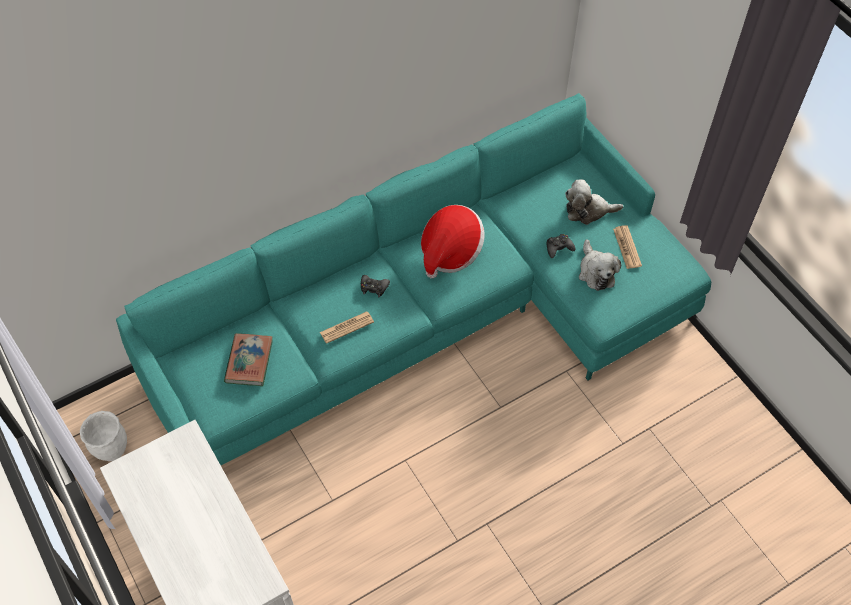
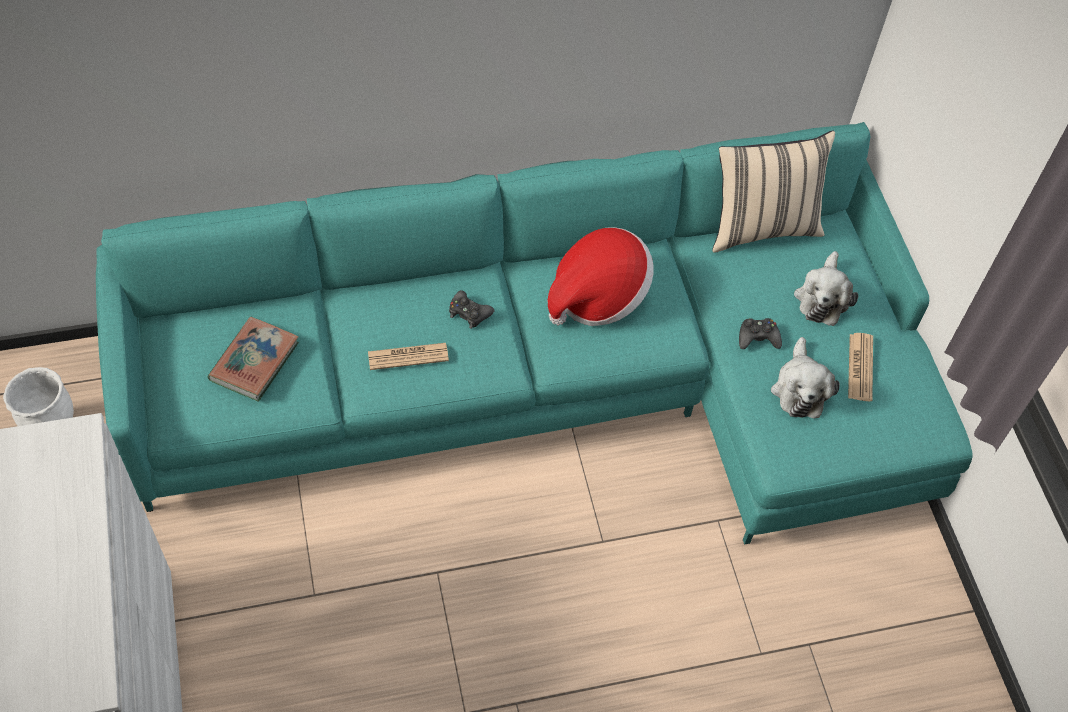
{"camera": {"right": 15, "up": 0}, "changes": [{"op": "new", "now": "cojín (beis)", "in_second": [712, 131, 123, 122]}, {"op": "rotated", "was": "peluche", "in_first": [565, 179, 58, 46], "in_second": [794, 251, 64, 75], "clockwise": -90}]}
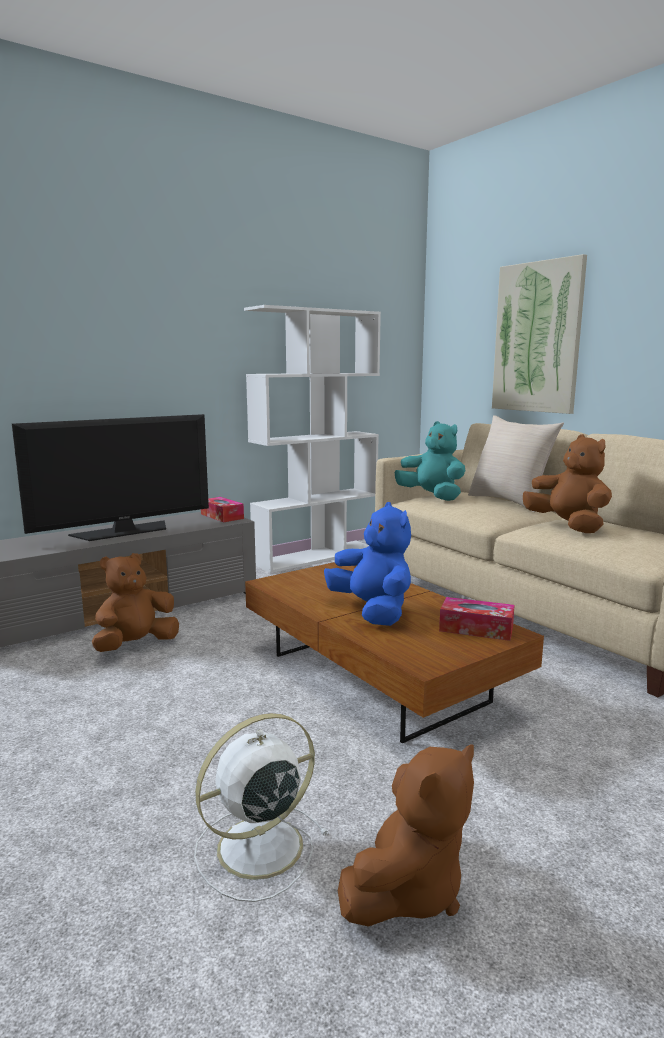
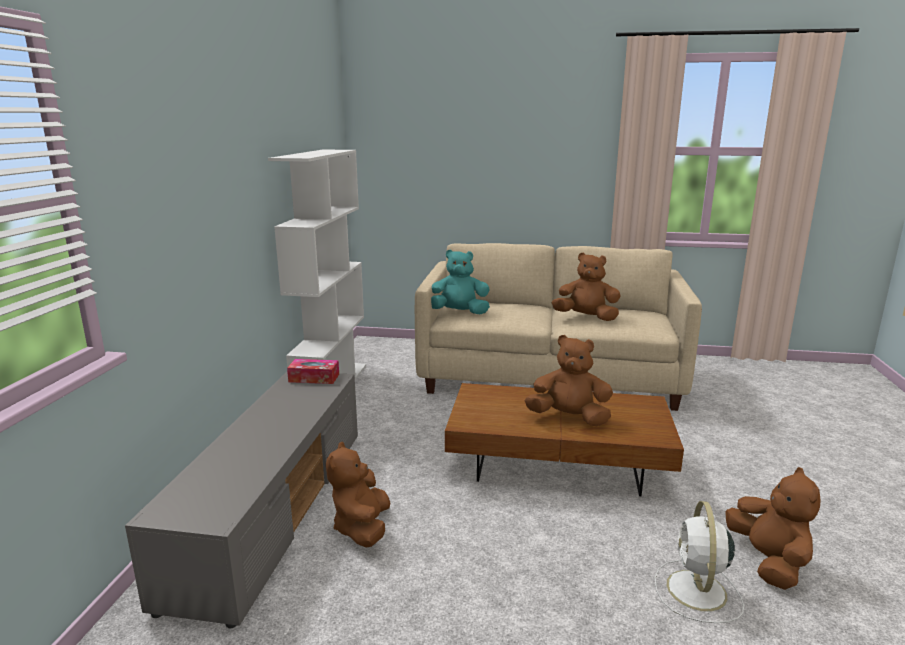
{"camera": {"right": -45, "up": 5}, "changes": [{"op": "gone", "was": "televisor", "in_first": [12, 414, 197, 127]}, {"op": "gone", "was": "caja de pañuelos", "in_first": [439, 597, 76, 44]}, {"op": "gone", "was": "cojín (beis)", "in_first": [468, 415, 96, 97]}, {"op": "gone", "was": "cuadro", "in_first": [492, 254, 95, 160]}, {"op": "repainted", "was": "peluche (azul)", "now": "peluche (marrón)", "in_first": [324, 502, 87, 124], "in_second": [525, 335, 88, 91]}]}
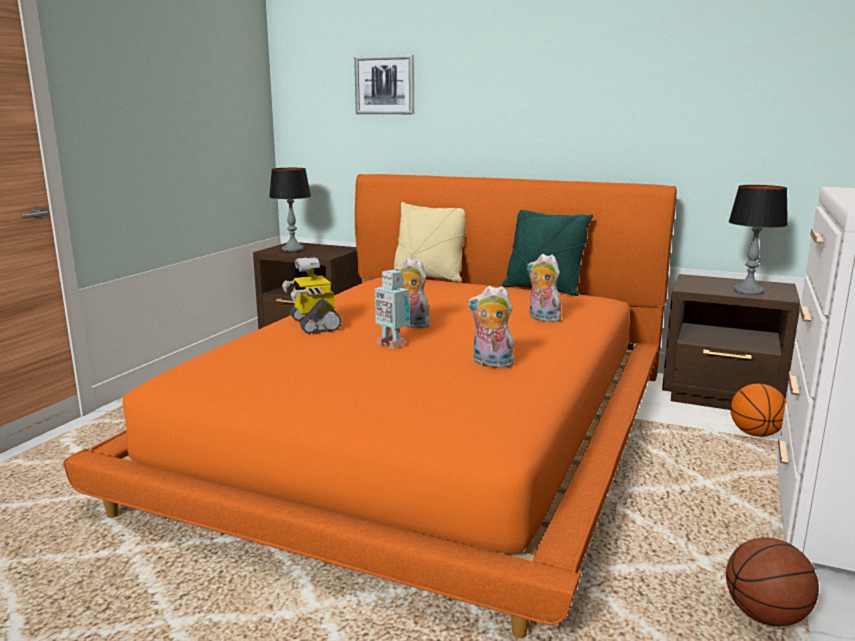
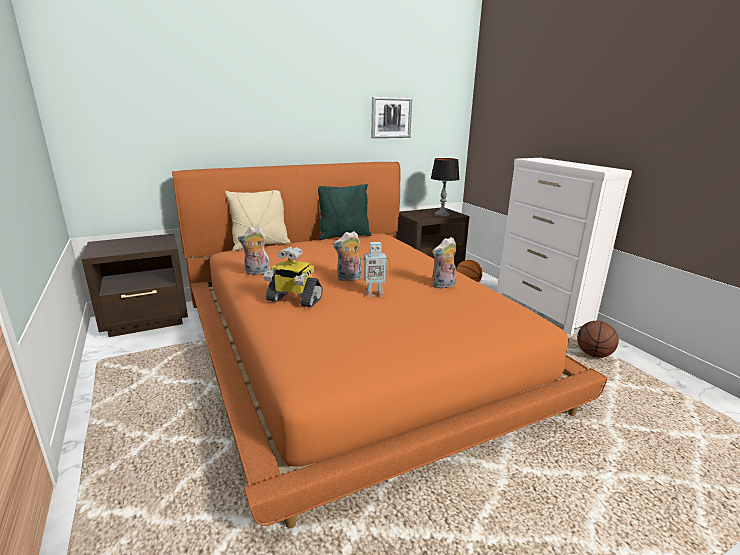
{"camera": {"right": -50, "up": 5}, "changes": [{"op": "gone", "was": "lámpara de mesa", "in_first": [269, 168, 42, 84]}, {"op": "shifted", "was": "cuadro", "in_first": [354, 55, 60, 59], "in_second": [371, 97, 41, 41]}, {"op": "shifted", "was": "peluche", "in_first": [527, 254, 34, 68], "in_second": [238, 226, 32, 50]}]}
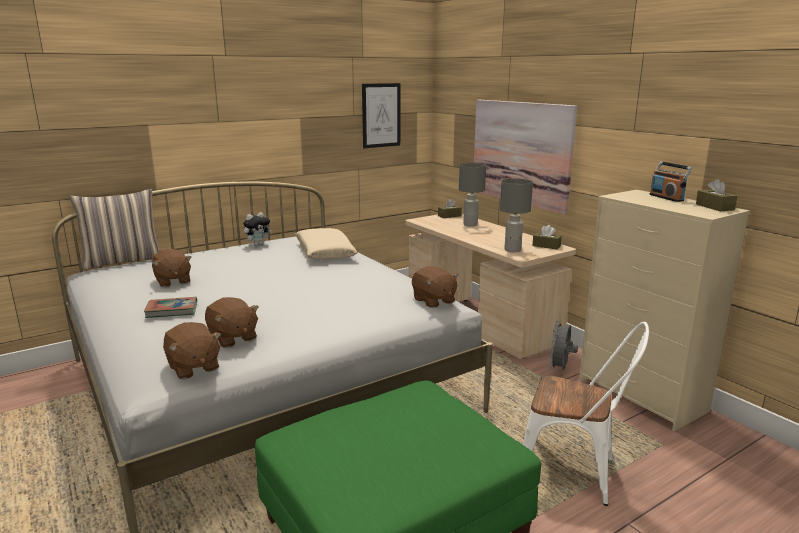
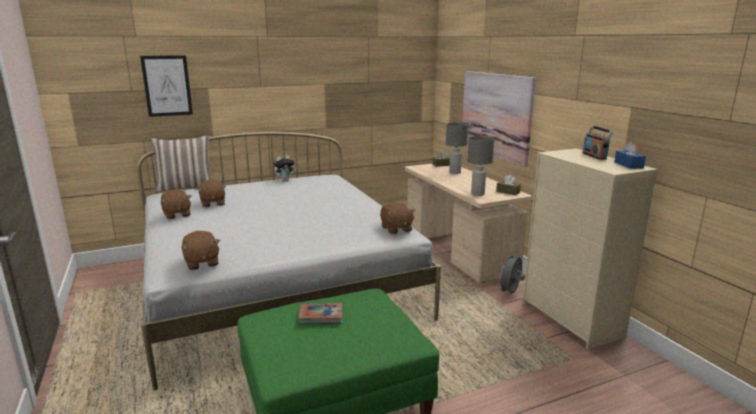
{"camera": {"right": 10, "up": 0}, "changes": [{"op": "gone", "was": "cojín (beis)", "in_first": [295, 228, 62, 32]}, {"op": "gone", "was": "silla (blanco)", "in_first": [523, 322, 126, 184]}, {"op": "shifted", "was": "libro", "in_first": [144, 297, 53, 21], "in_second": [298, 303, 45, 21]}, {"op": "shifted", "was": "peluche (marrón)", "in_first": [205, 297, 54, 51], "in_second": [161, 189, 30, 30]}, {"op": "shifted", "was": "cuadro", "in_first": [362, 83, 38, 65], "in_second": [140, 55, 53, 62]}, {"op": "repainted", "was": "caja de pañuelos (marrón)", "now": "caja de pañuelos (azul)", "in_first": [696, 179, 42, 32], "in_second": [614, 142, 32, 27]}]}
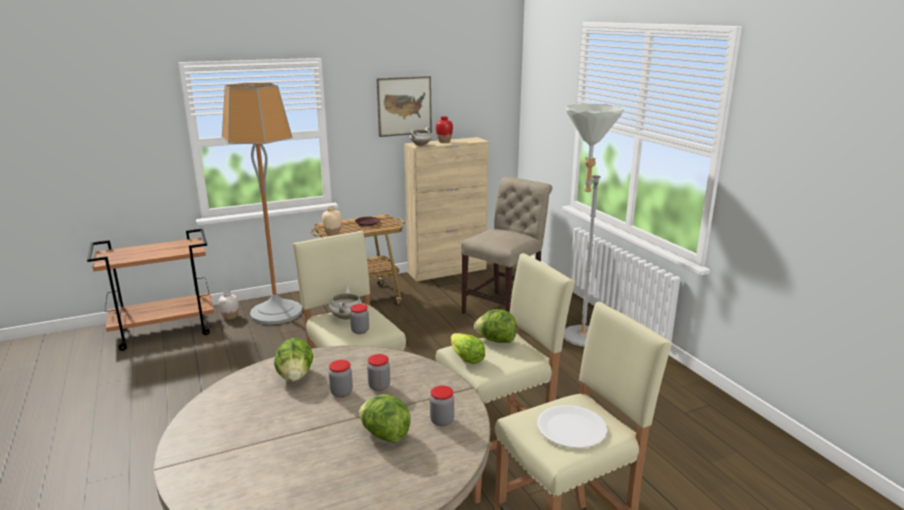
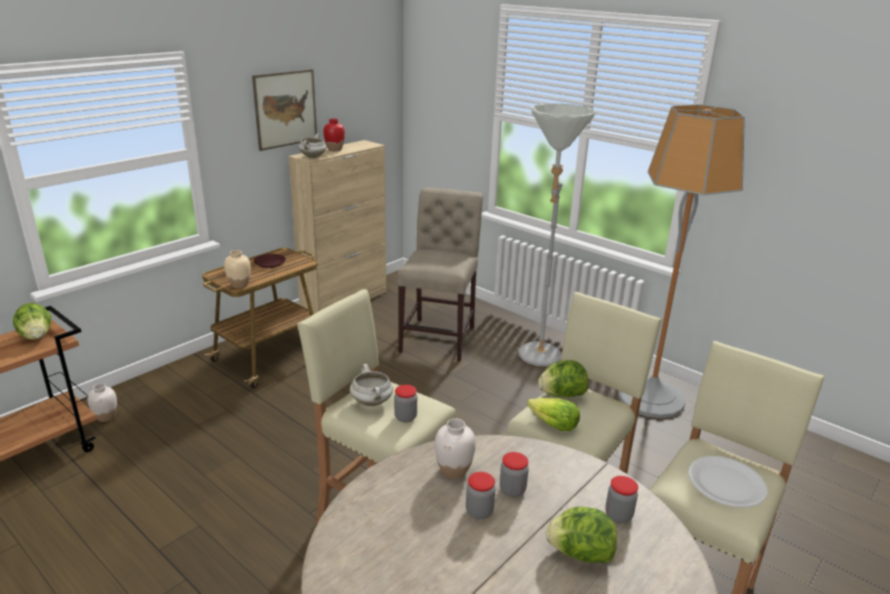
{"camera": {"right": -25, "up": 5}, "changes": [{"op": "new", "now": "florero (blanco)", "in_second": [435, 418, 41, 61]}, {"op": "shifted", "was": "lámpara de pie", "in_first": [222, 83, 80, 242], "in_second": [618, 104, 127, 314]}, {"op": "shifted", "was": "lechuga", "in_first": [274, 338, 39, 44], "in_second": [13, 303, 38, 37]}]}
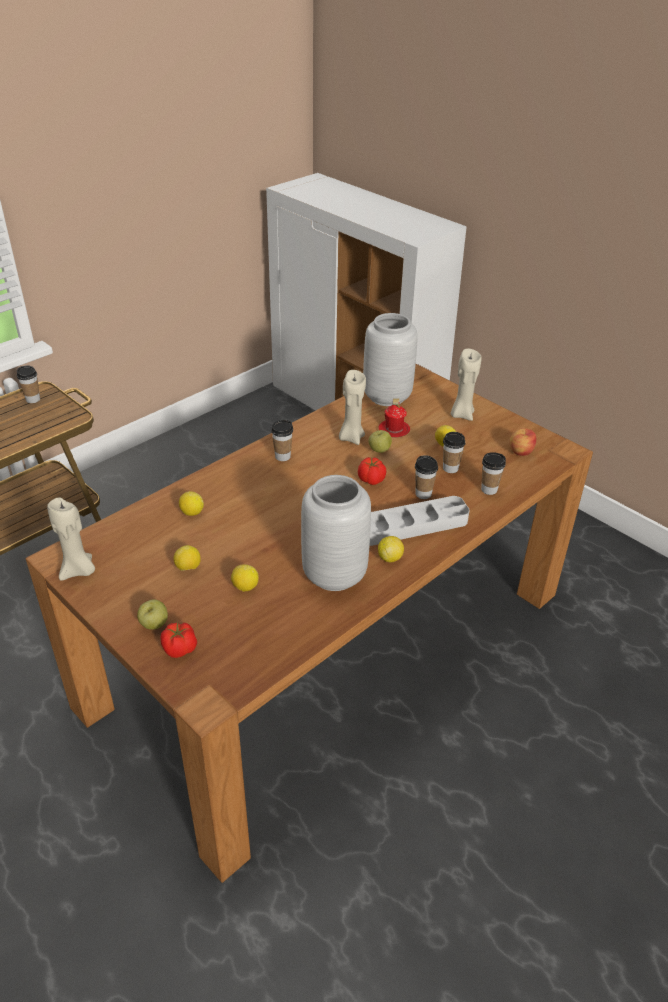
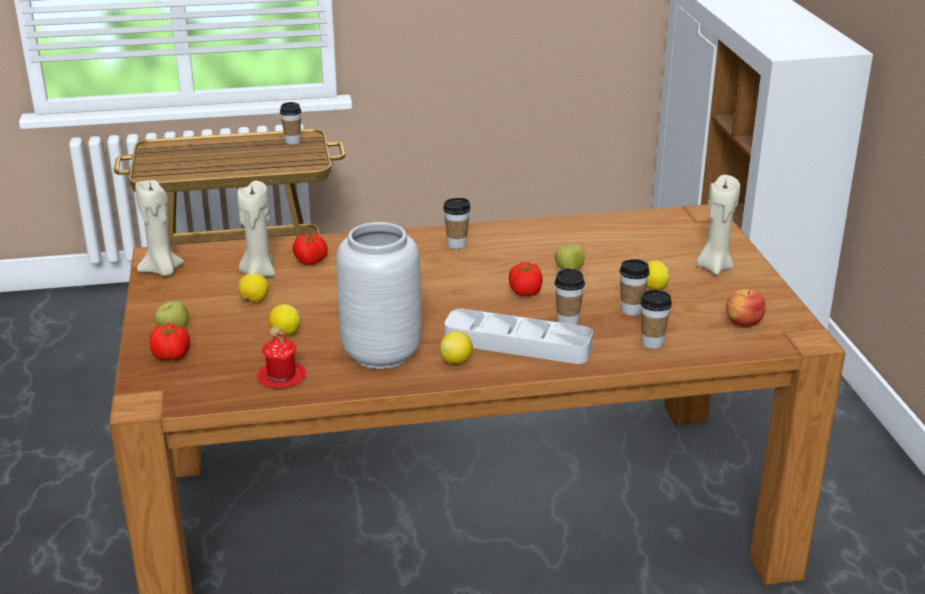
{"camera": {"right": 35, "up": -10}, "changes": [{"op": "gone", "was": "florero (gris)", "in_first": [363, 313, 55, 93]}, {"op": "shifted", "was": "vela (beis)", "in_first": [339, 370, 27, 75], "in_second": [237, 181, 39, 96]}, {"op": "shifted", "was": "taza grande (rojo)", "in_first": [379, 398, 31, 39], "in_second": [256, 327, 50, 61]}, {"op": "swapped", "was": "limón", "now": "tomate", "in_first": [179, 491, 25, 25], "in_second": [293, 233, 34, 32]}]}
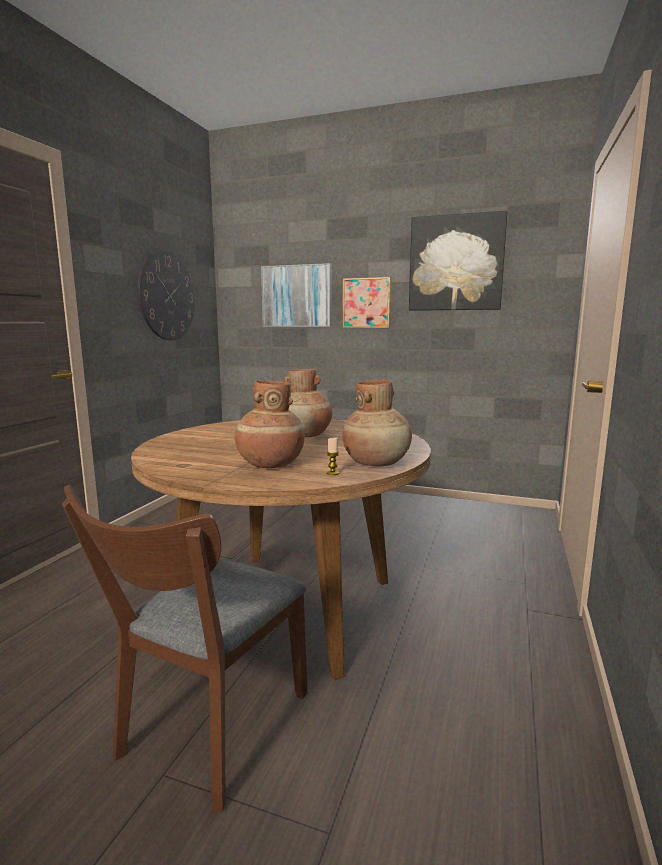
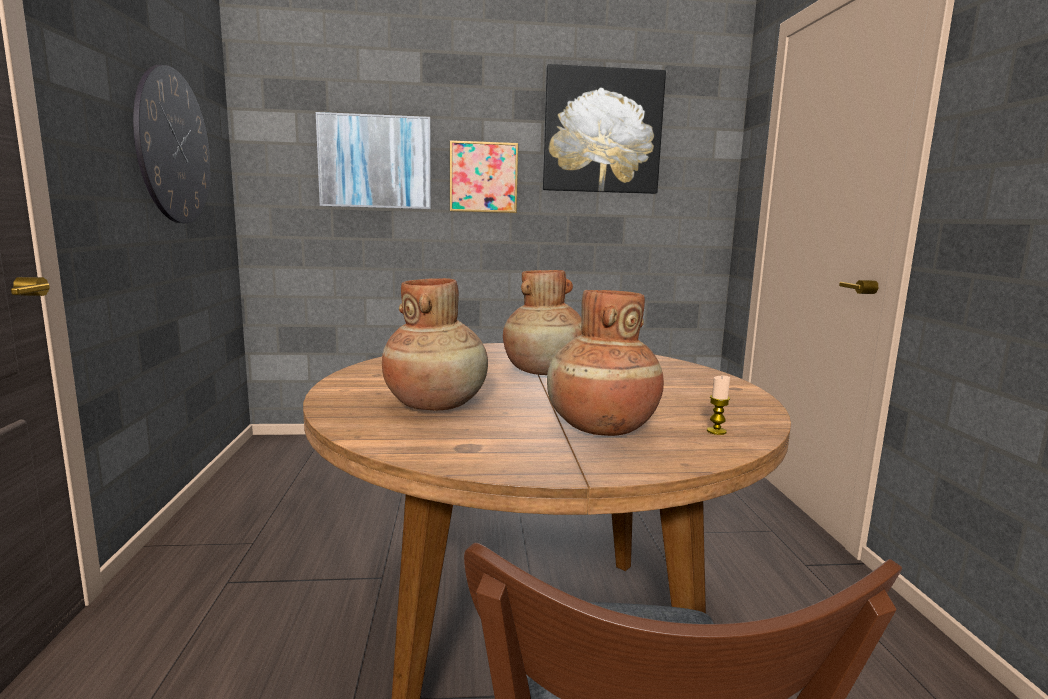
{"camera": {"right": -25, "up": 0}, "changes": [{"op": "shifted", "was": "florero (marrón)", "in_first": [343, 380, 69, 86], "in_second": [382, 278, 106, 132]}]}
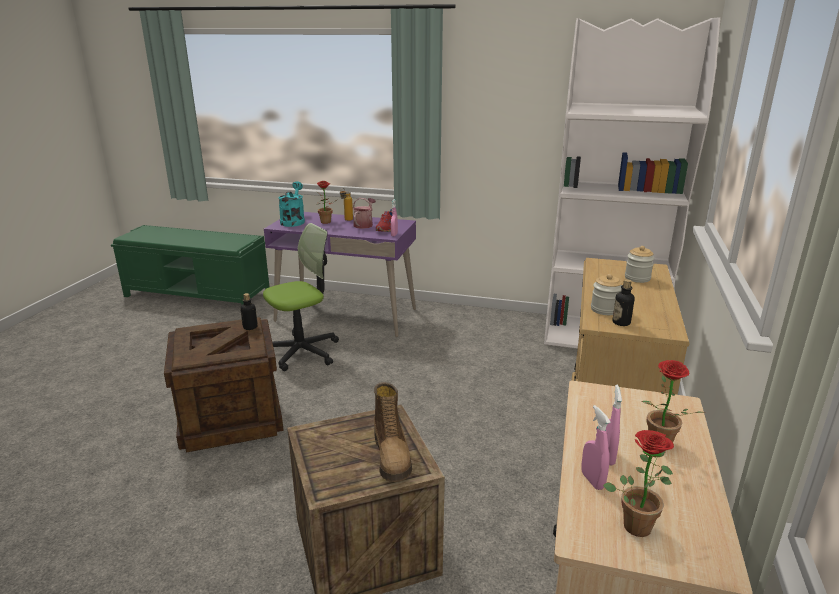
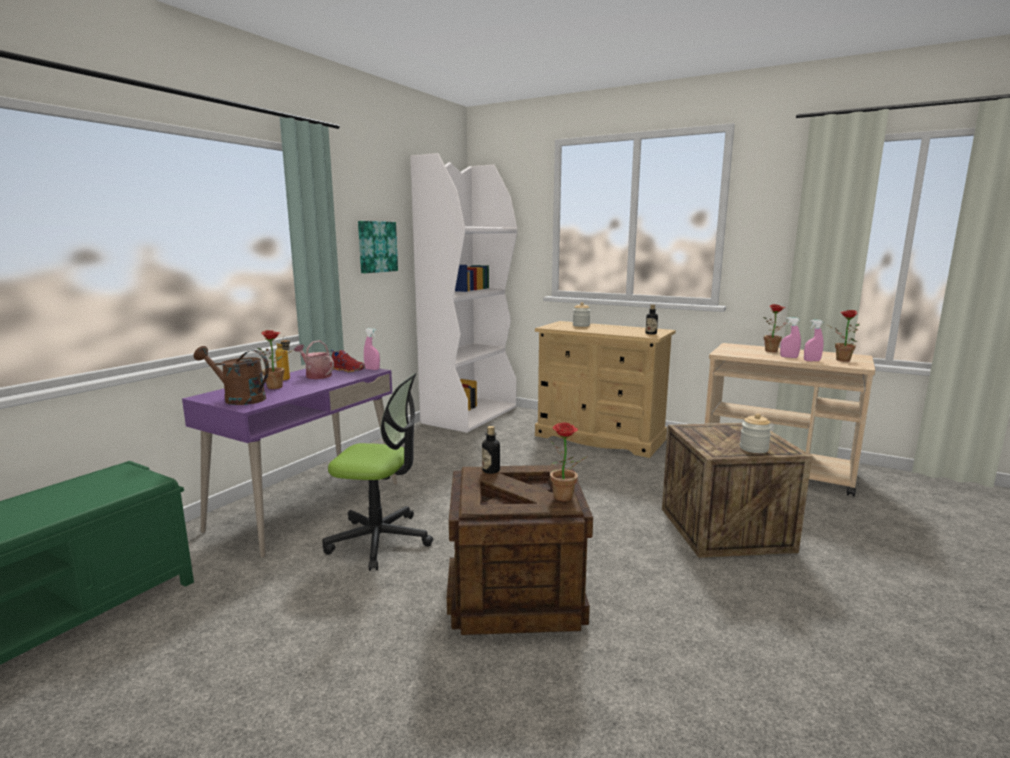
{"camera": {"right": -75, "up": -10}, "changes": [{"op": "gone", "was": "bota", "in_first": [374, 382, 38, 100]}, {"op": "new", "now": "cuadro", "in_second": [358, 221, 40, 52]}, {"op": "new", "now": "planta en maceta", "in_second": [550, 422, 38, 79]}, {"op": "shifted", "was": "tarro", "in_first": [591, 274, 31, 41], "in_second": [740, 413, 32, 40]}, {"op": "repainted", "was": "regadera (turquesa)", "now": "regadera (marrón)", "in_first": [278, 181, 27, 46], "in_second": [194, 346, 75, 59]}, {"op": "rotated", "was": "silla de oficina", "in_first": [263, 223, 76, 148], "in_second": [322, 373, 111, 198], "clockwise": 120}]}
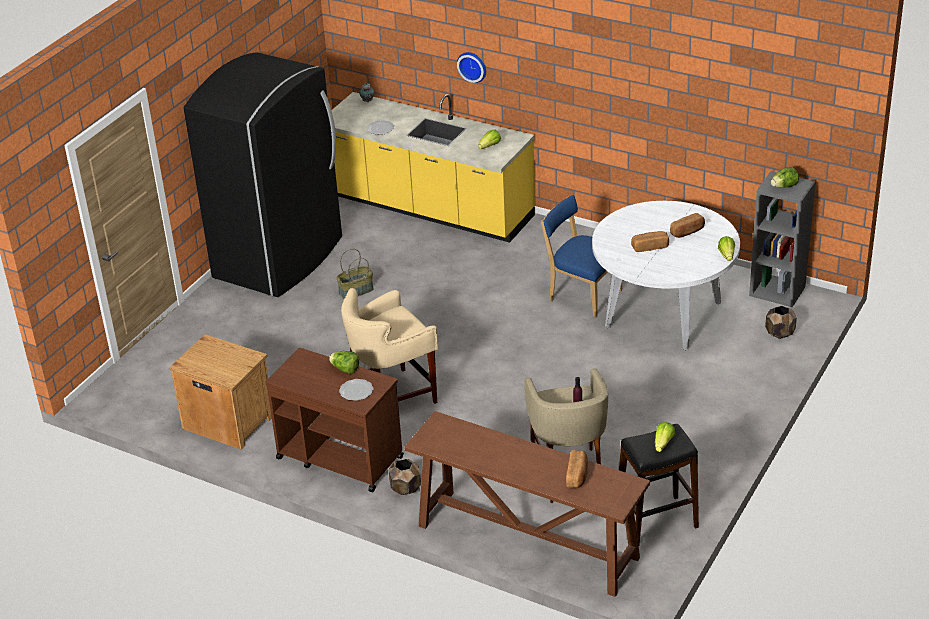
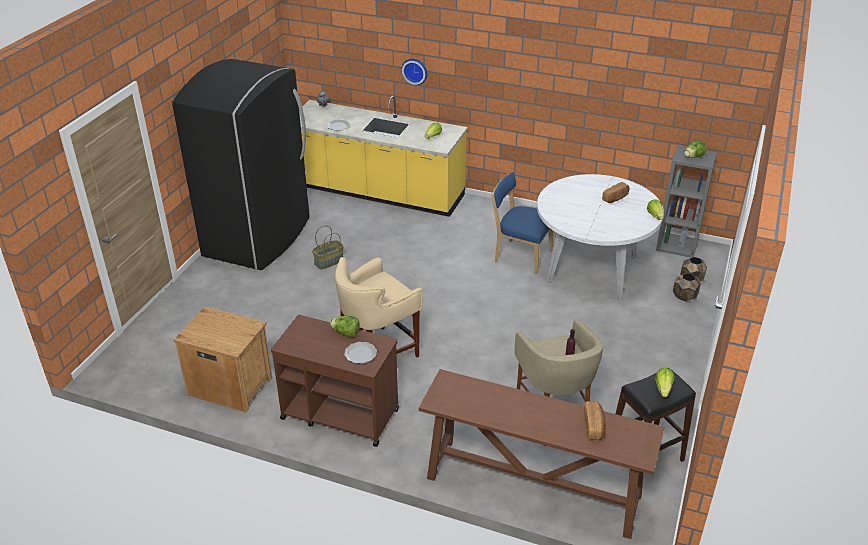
{"camera": {"right": -10, "up": 0}, "changes": [{"op": "gone", "was": "pan", "in_first": [631, 231, 38, 21]}, {"op": "shifted", "was": "maceta (marrón)", "in_first": [388, 459, 33, 36], "in_second": [673, 273, 28, 28]}]}
